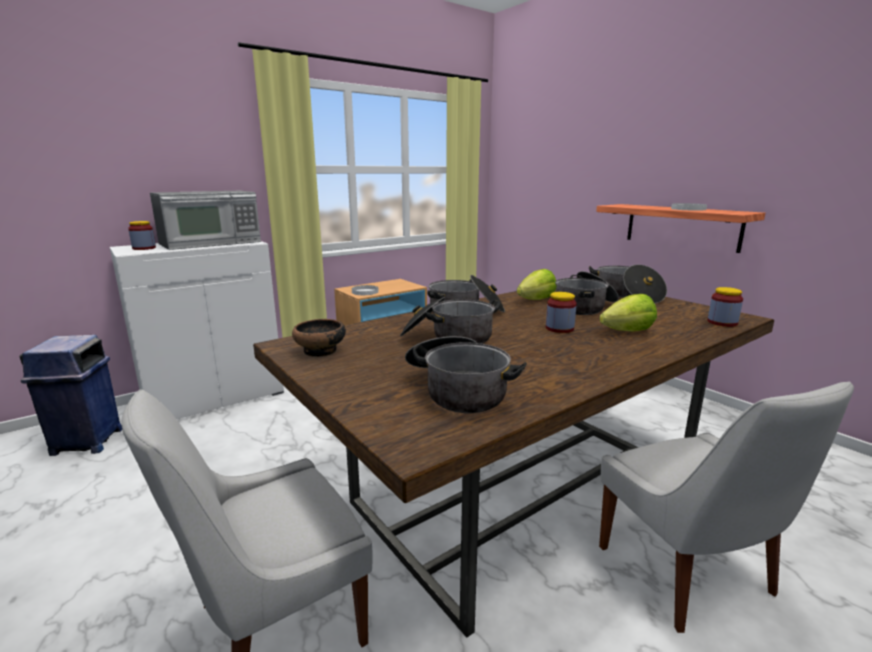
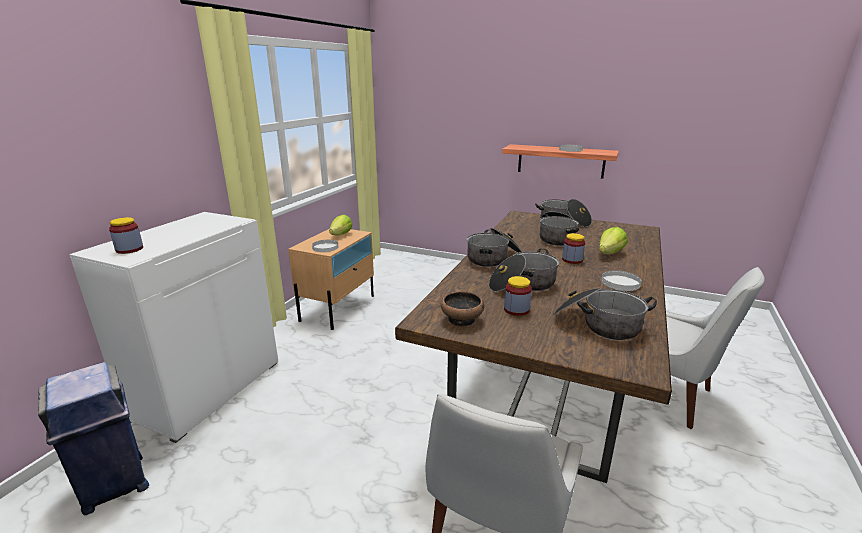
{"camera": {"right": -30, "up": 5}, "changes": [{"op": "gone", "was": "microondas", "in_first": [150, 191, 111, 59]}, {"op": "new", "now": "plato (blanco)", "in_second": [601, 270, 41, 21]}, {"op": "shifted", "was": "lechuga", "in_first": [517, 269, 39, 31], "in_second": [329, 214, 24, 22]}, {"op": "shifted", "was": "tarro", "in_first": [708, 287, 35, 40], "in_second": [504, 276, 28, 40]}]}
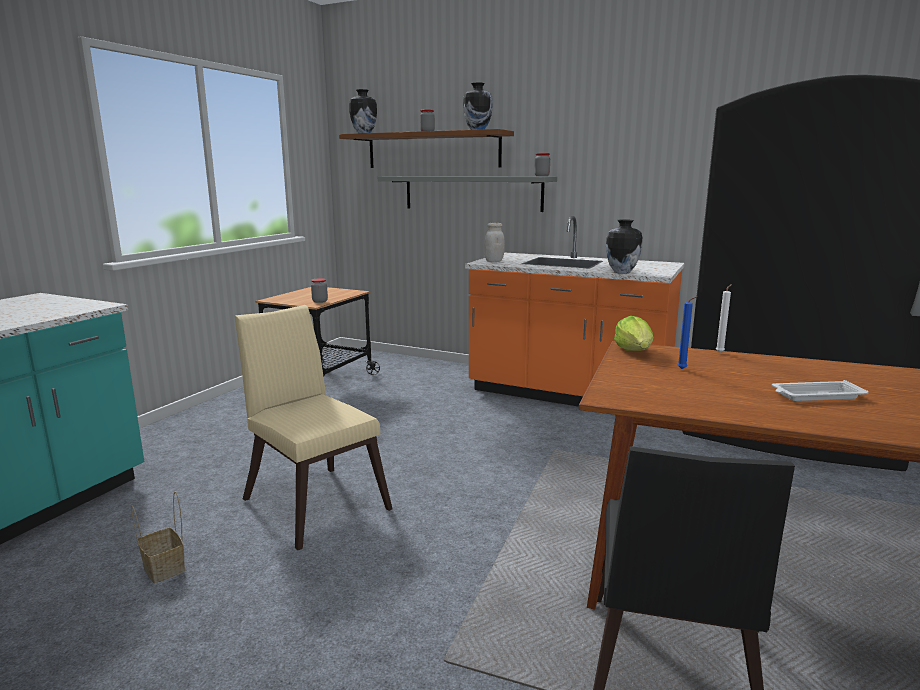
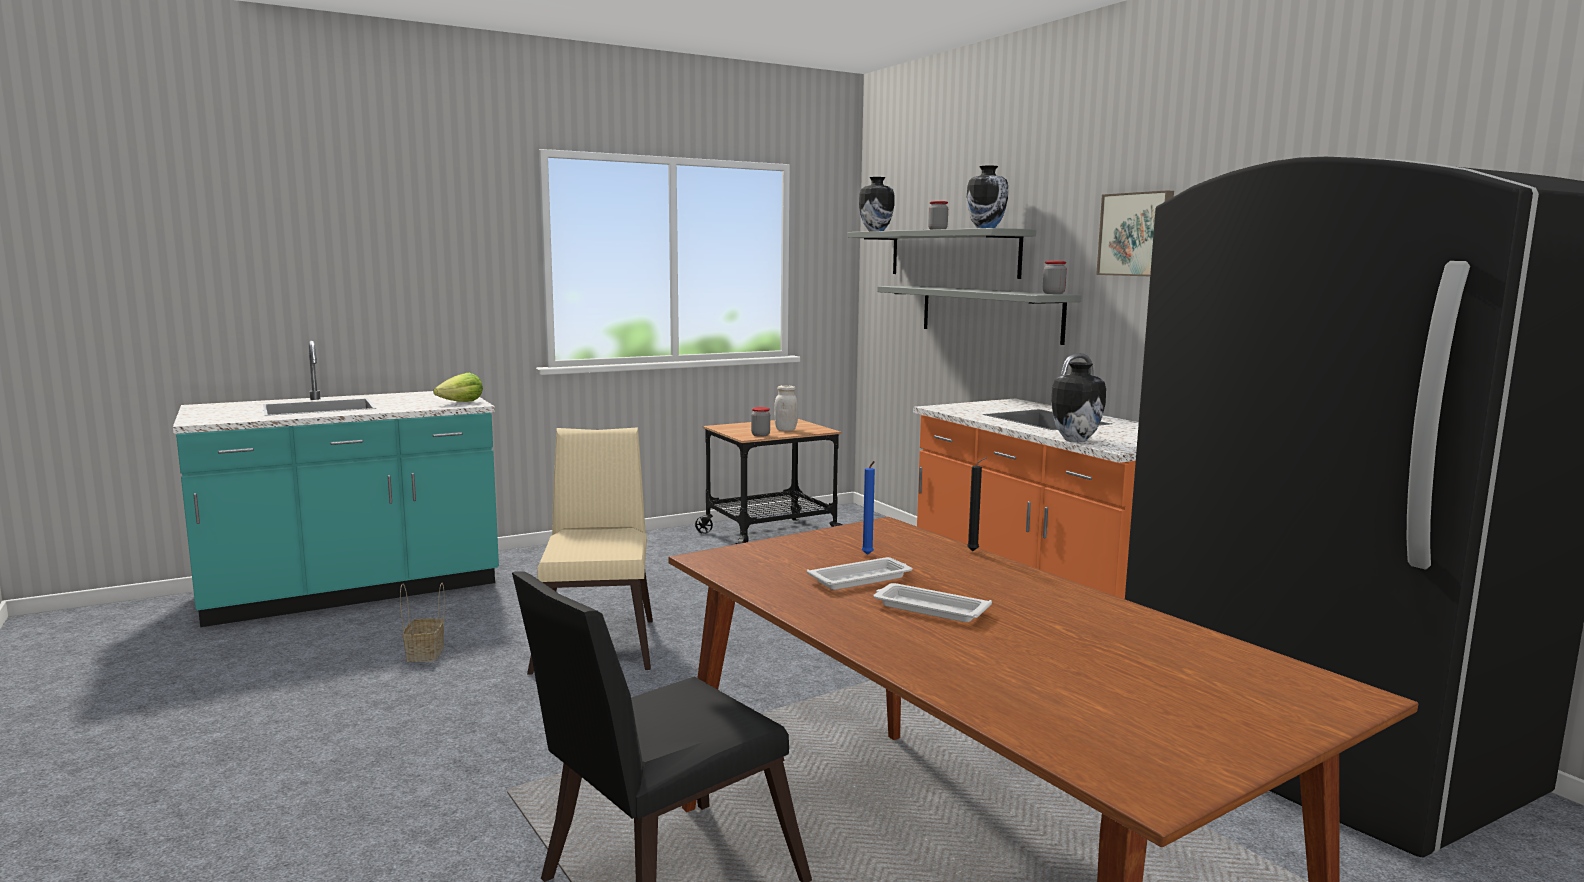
{"camera": {"right": 35, "up": -5}, "changes": [{"op": "new", "now": "bandeja (blanco)", "in_second": [807, 557, 105, 33]}, {"op": "new", "now": "cuadro", "in_second": [1096, 191, 78, 85]}, {"op": "shifted", "was": "tarro (blanco)", "in_first": [484, 223, 21, 39], "in_second": [774, 385, 24, 46]}, {"op": "shifted", "was": "lechuga", "in_first": [614, 316, 39, 35], "in_second": [433, 373, 50, 29]}, {"op": "repainted", "was": "estante (marrón)", "now": "estante (gris)", "in_first": [339, 129, 175, 39], "in_second": [848, 228, 188, 51]}, {"op": "repainted", "was": "vela (blanco)", "now": "vela (negro)", "in_first": [716, 284, 16, 69], "in_second": [967, 457, 21, 94]}]}
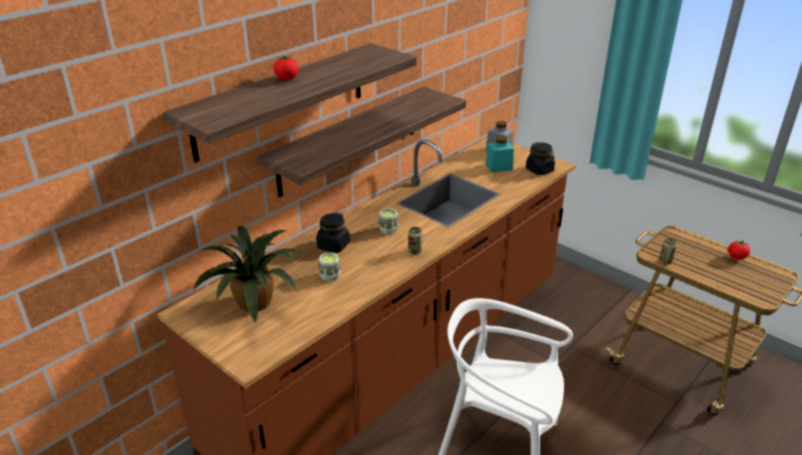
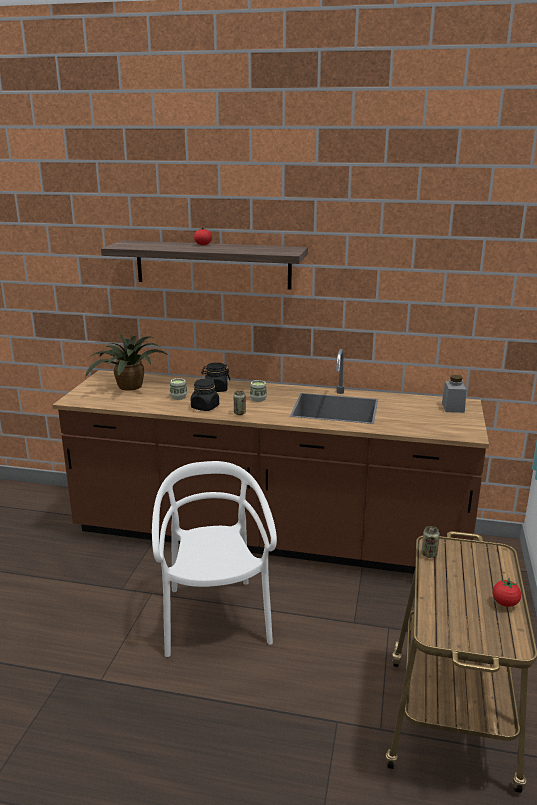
{"camera": {"right": 60, "up": -10}, "changes": [{"op": "gone", "was": "estante", "in_first": [257, 87, 209, 110]}, {"op": "gone", "was": "tarro (turquesa)", "in_first": [486, 136, 28, 37]}, {"op": "shifted", "was": "tarro (negro)", "in_first": [526, 142, 29, 33], "in_second": [191, 378, 28, 33]}]}
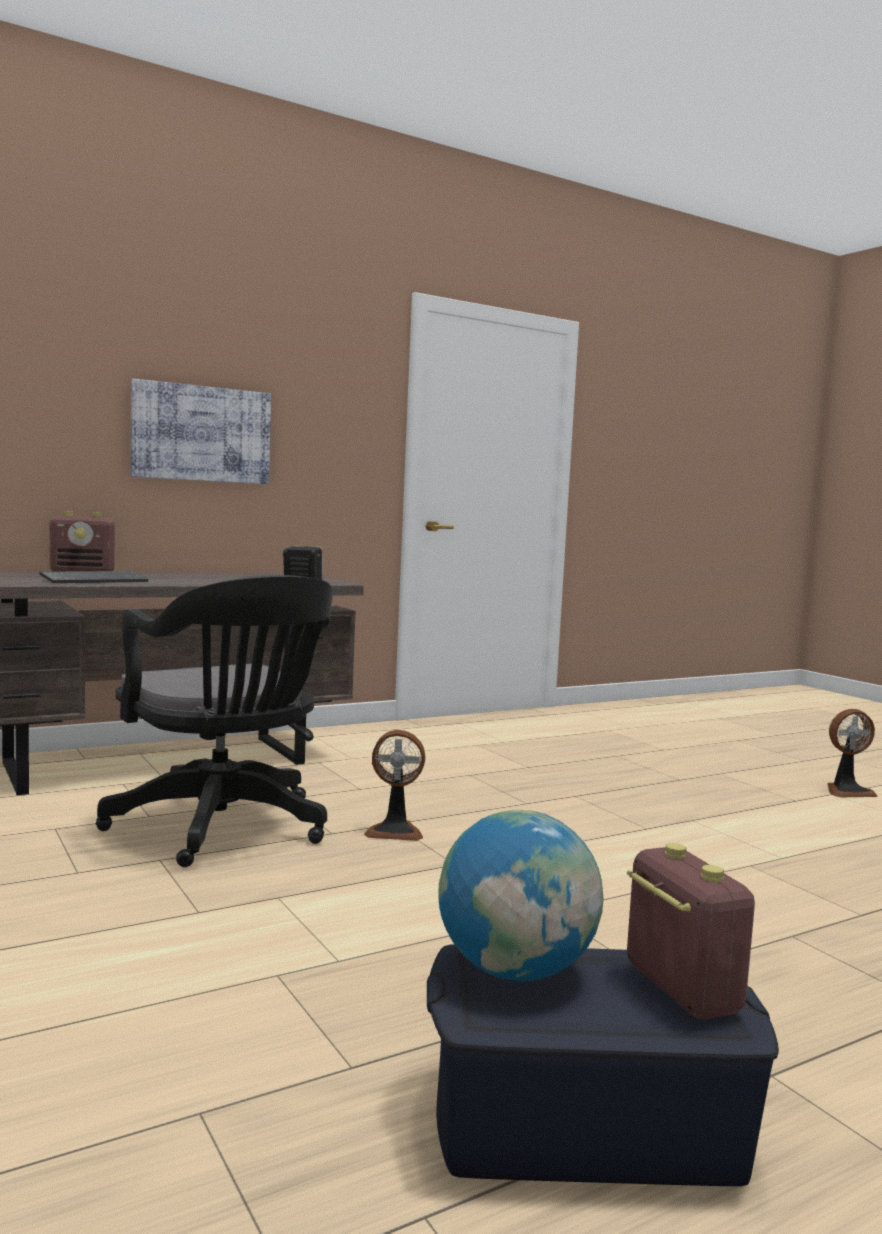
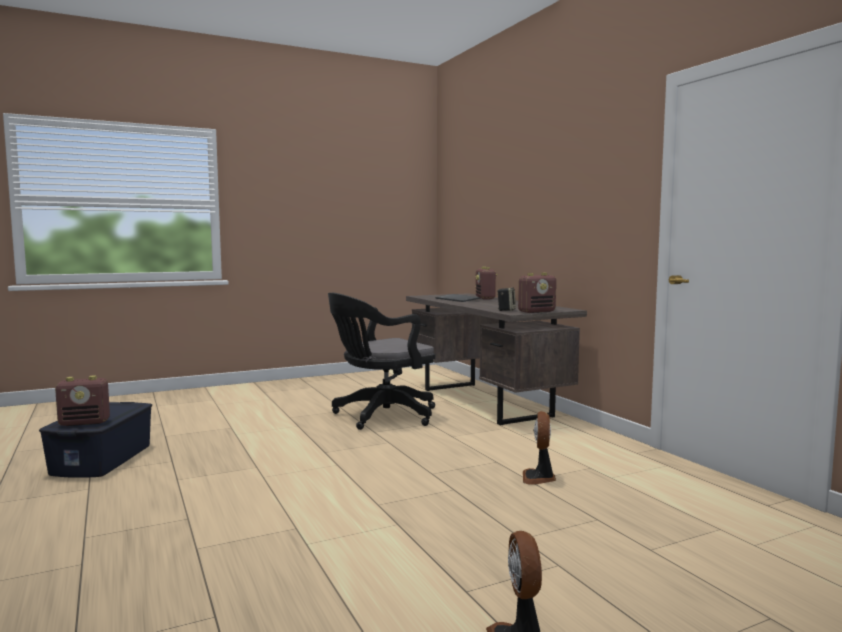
{"camera": {"right": 95, "up": 0}, "changes": [{"op": "gone", "was": "cuadro", "in_first": [130, 379, 141, 105]}, {"op": "gone", "was": "globo terráqueo", "in_first": [438, 810, 165, 171]}, {"op": "new", "now": "radio", "in_second": [518, 273, 38, 40]}, {"op": "shifted", "was": "ventilador", "in_first": [364, 730, 61, 111], "in_second": [523, 411, 33, 74]}]}
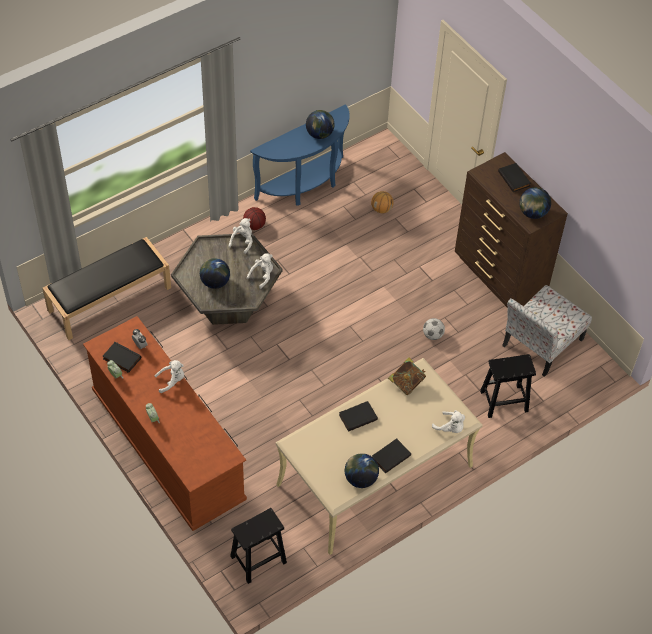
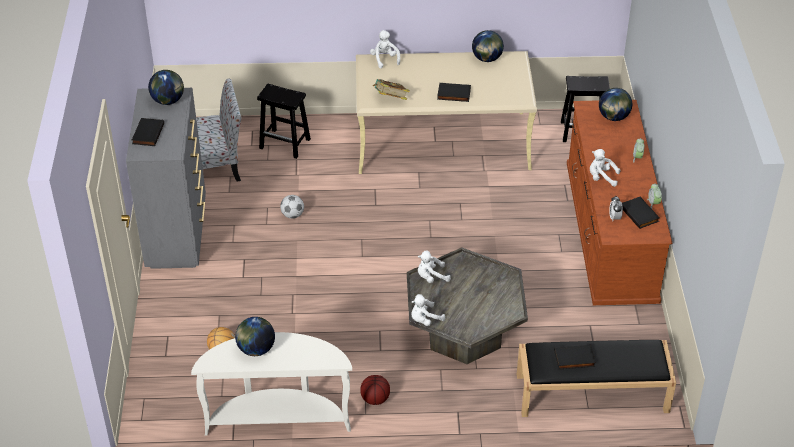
{"camera": {"right": -145, "up": -10}, "changes": [{"op": "shifted", "was": "globo terráqueo", "in_first": [200, 258, 30, 31], "in_second": [599, 88, 33, 33]}, {"op": "shifted", "was": "libro (negro)", "in_first": [372, 439, 39, 34], "in_second": [554, 344, 42, 25]}, {"op": "repainted", "was": "mesa consola (azul)", "now": "mesa consola (blanco)", "in_first": [250, 104, 100, 102], "in_second": [191, 332, 161, 104]}, {"op": "repainted", "was": "cómoda (marrón)", "now": "cómoda (gris)", "in_first": [455, 152, 113, 156], "in_second": [126, 88, 80, 181]}]}
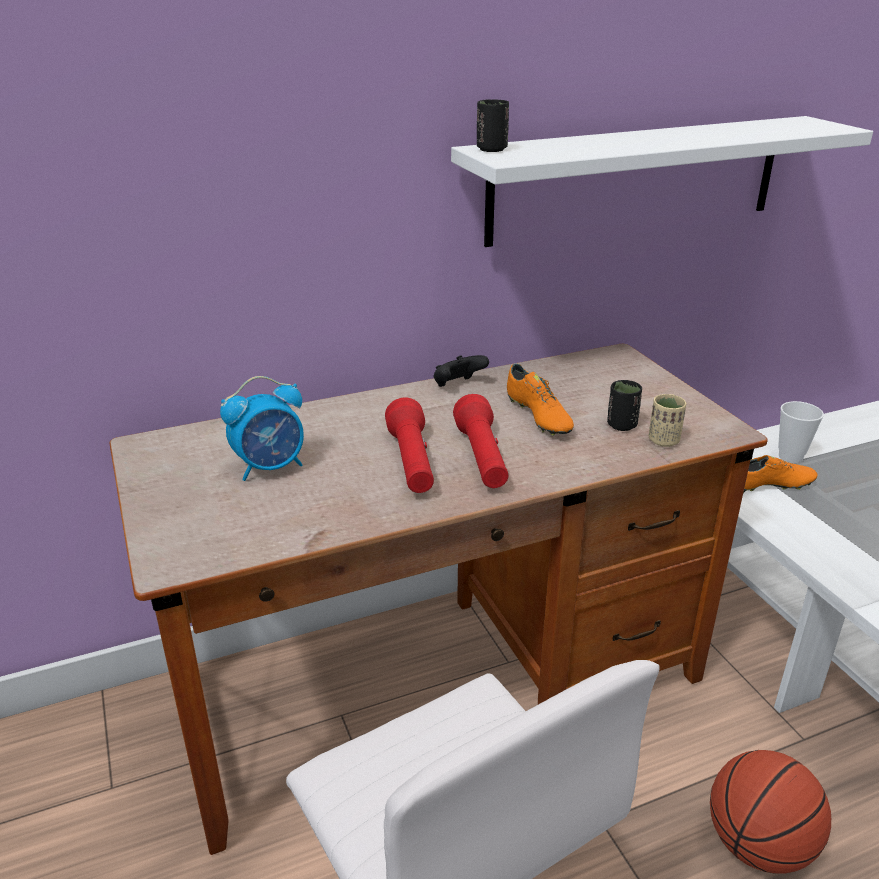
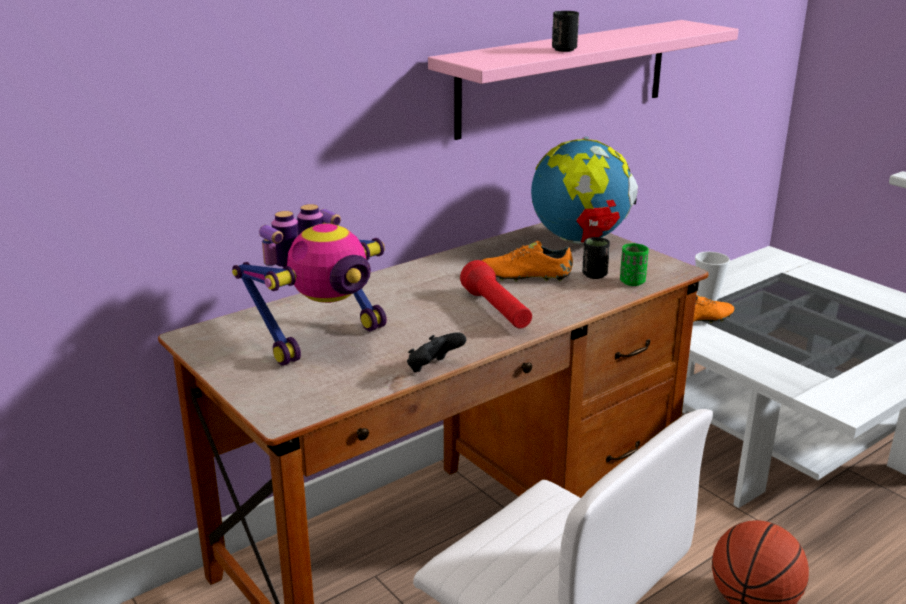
{"camera": {"right": -15, "up": -5}, "changes": [{"op": "gone", "was": "linterna (rojo)", "in_first": [385, 398, 49, 95]}, {"op": "new", "now": "globo terráqueo", "in_second": [531, 136, 107, 108]}, {"op": "shifted", "was": "mando de consola (negro)", "in_first": [434, 355, 55, 32], "in_second": [407, 332, 59, 41]}, {"op": "shifted", "was": "taza (negro)", "in_first": [477, 99, 32, 53], "in_second": [552, 11, 27, 41]}, {"op": "swapped", "was": "despertador", "now": "robot de juguete", "in_first": [220, 376, 84, 105], "in_second": [232, 204, 155, 162]}, {"op": "repainted", "was": "estante (blanco)", "now": "estante (rosa)", "in_first": [451, 116, 422, 131], "in_second": [428, 20, 311, 120]}, {"op": "repainted", "was": "taza (beis)", "now": "taza (verde)", "in_first": [648, 394, 38, 53], "in_second": [620, 243, 29, 43]}, {"op": "rotated", "was": "zapato (naranja)", "in_first": [507, 363, 67, 73], "in_second": [481, 241, 92, 41], "clockwise": 135}]}
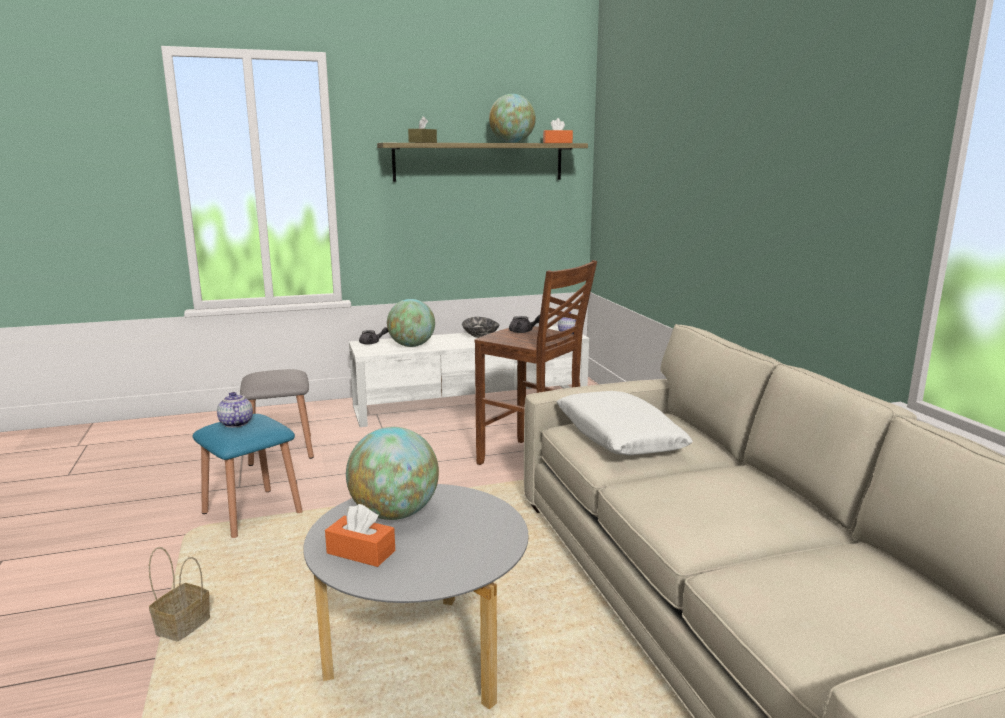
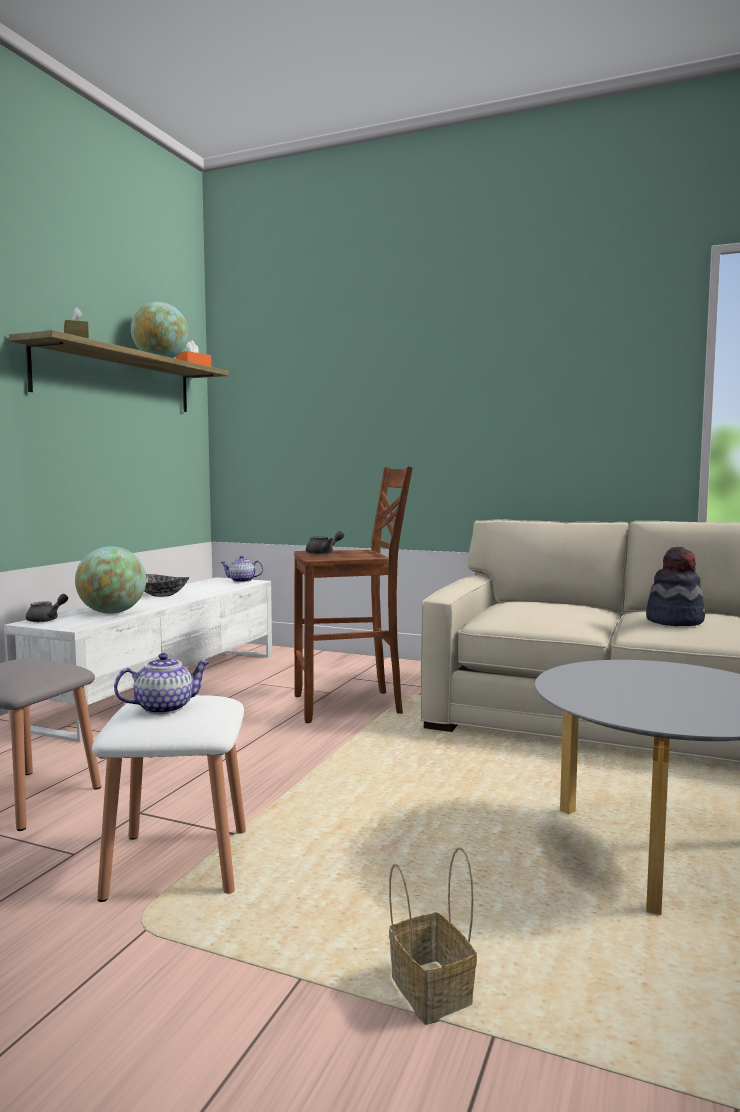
{"camera": {"right": -50, "up": -10}, "changes": [{"op": "gone", "was": "caja de pañuelos (naranja)", "in_first": [325, 504, 70, 63]}, {"op": "gone", "was": "globo terráqueo", "in_first": [346, 427, 93, 93]}, {"op": "gone", "was": "cojín (blanco)", "in_first": [557, 391, 136, 64]}, {"op": "new", "now": "sombrero", "in_second": [646, 547, 59, 79]}, {"op": "repainted", "was": "taburete (azul)", "now": "taburete (blanco)", "in_first": [193, 414, 110, 124], "in_second": [92, 695, 154, 207]}, {"op": "rotated", "was": "tetera", "in_first": [217, 392, 36, 36], "in_second": [114, 653, 96, 61], "clockwise": 135}]}
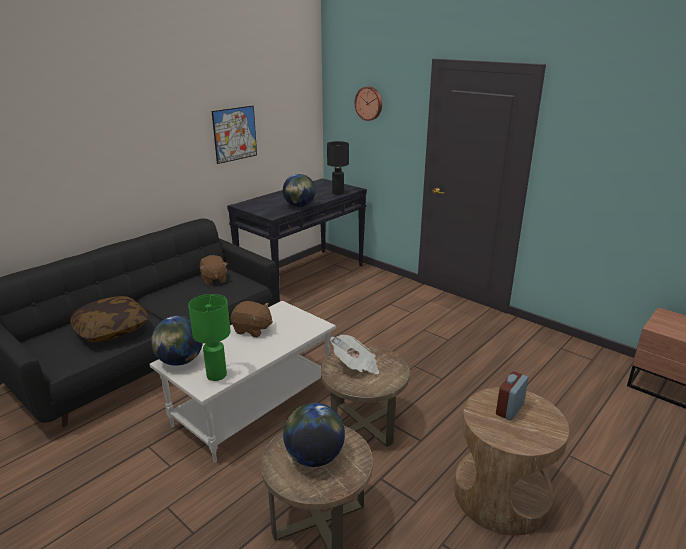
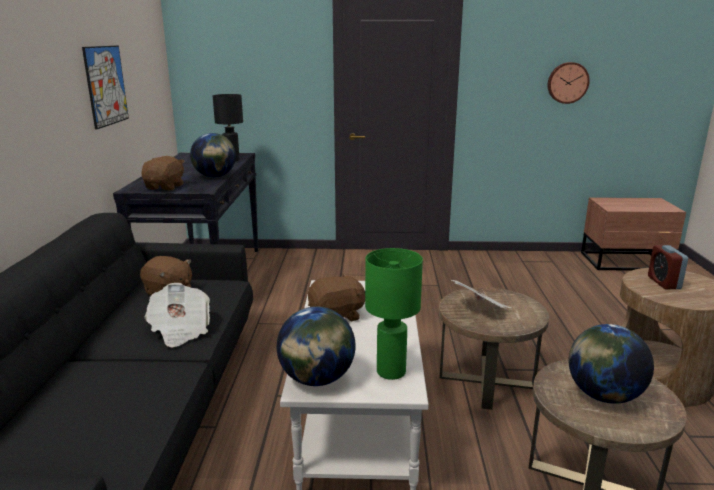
{"camera": {"right": -40, "up": -5}, "changes": [{"op": "gone", "was": "cojín", "in_first": [70, 296, 78, 46]}, {"op": "new", "now": "peluche (marrón)", "in_second": [142, 156, 42, 35]}, {"op": "new", "now": "periódico", "in_second": [145, 283, 65, 64]}, {"op": "shifted", "was": "reloj de pared", "in_first": [355, 87, 27, 34], "in_second": [548, 62, 42, 42]}]}
